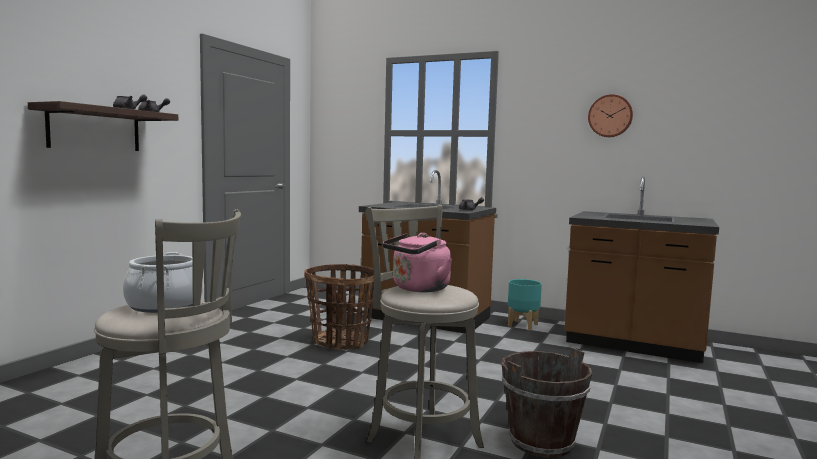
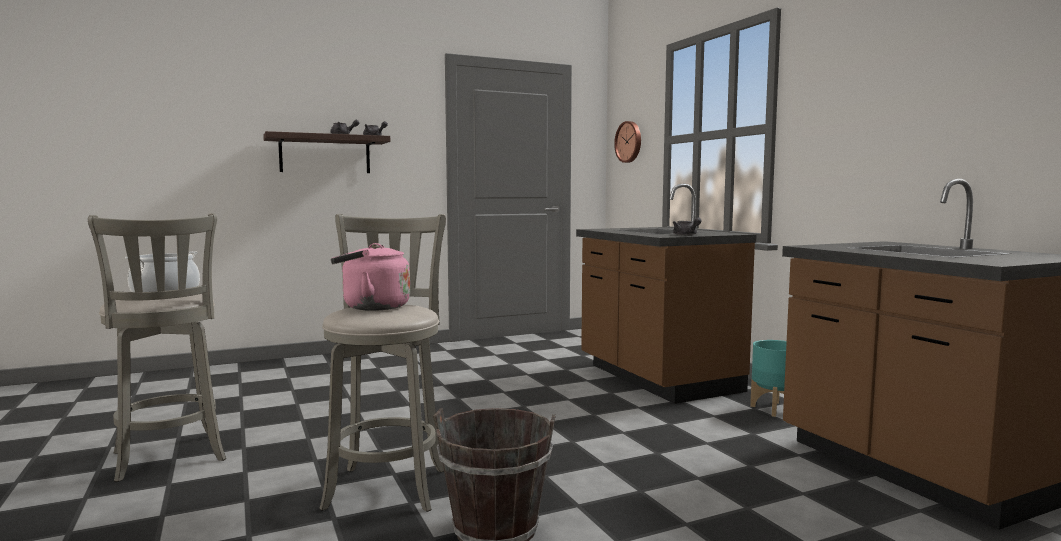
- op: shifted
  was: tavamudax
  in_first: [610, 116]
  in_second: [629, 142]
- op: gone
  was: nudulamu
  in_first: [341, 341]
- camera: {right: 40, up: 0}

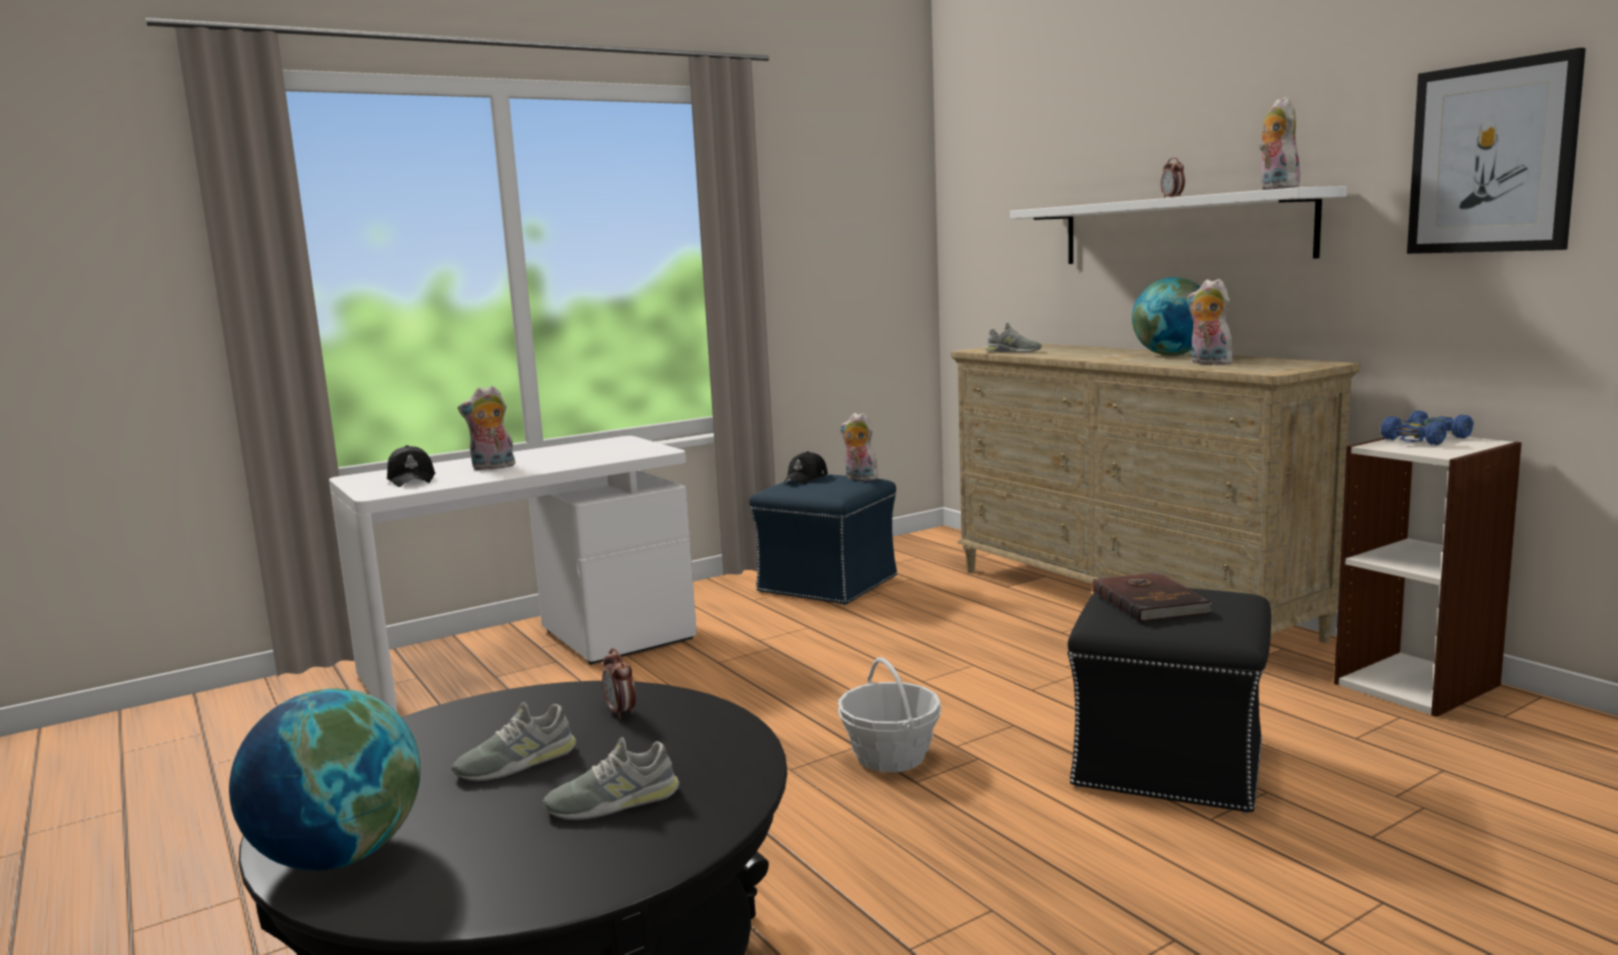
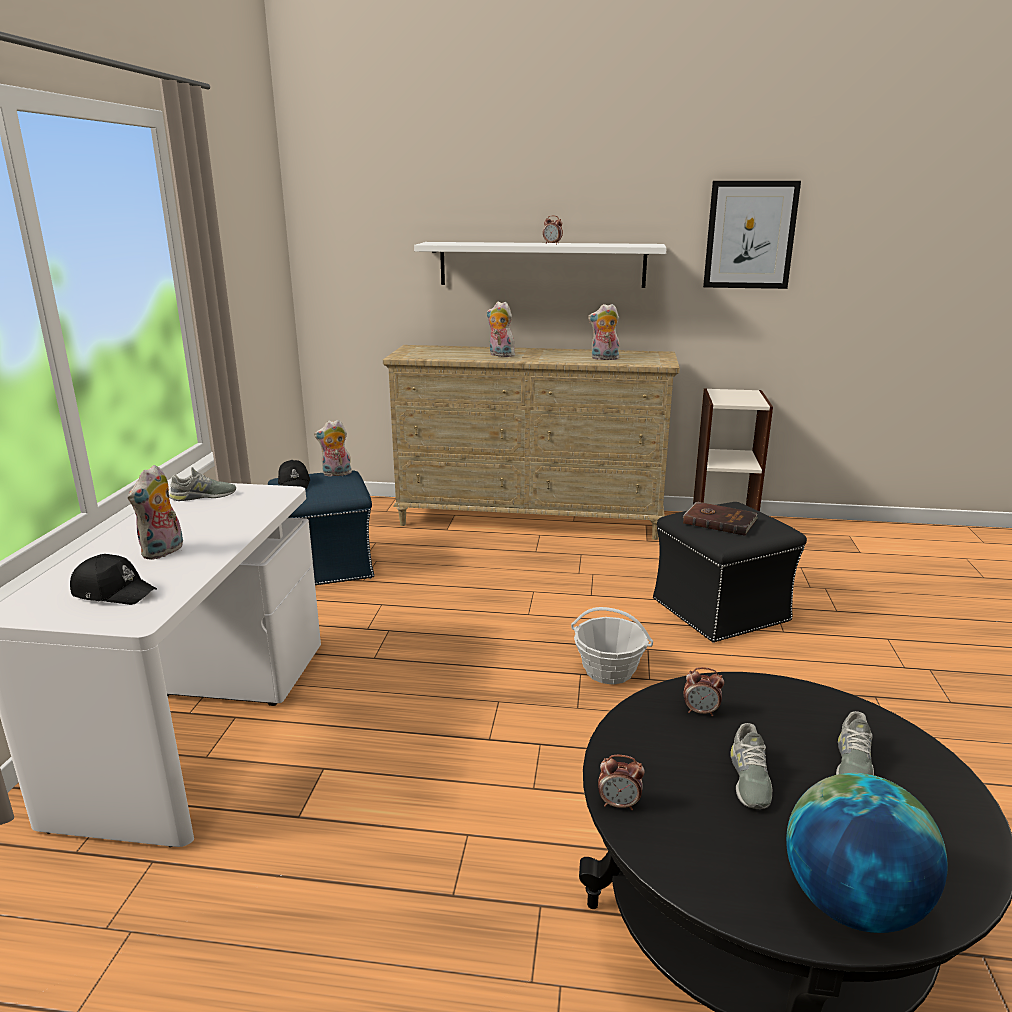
- op: shifted
  was: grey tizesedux
  in_first: [1013, 351]
  in_second: [203, 496]
- op: shifted
  was: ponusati
  in_first: [1275, 189]
  in_second: [500, 355]
- op: new
  now: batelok
  in_second: [619, 804]
- op: gone
  was: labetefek
  in_first: [1171, 355]
- op: gone
  was: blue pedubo
  in_first: [1425, 439]
- camera: {right: -50, up: 10}

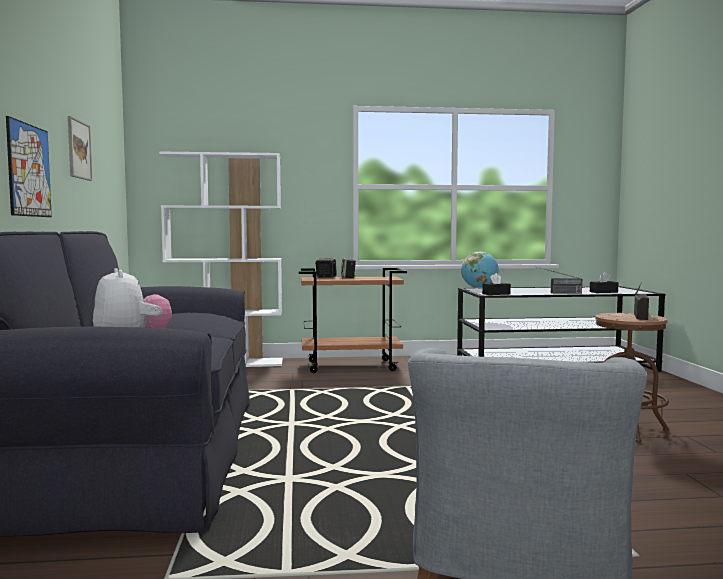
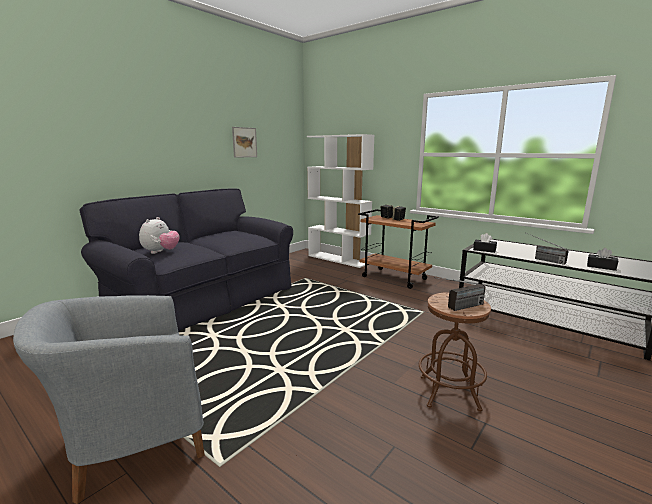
- op: gone
  was: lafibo
  in_first: [29, 170]
- op: gone
  was: labetefek
  in_first: [479, 288]
- camera: {right: 45, up: 10}

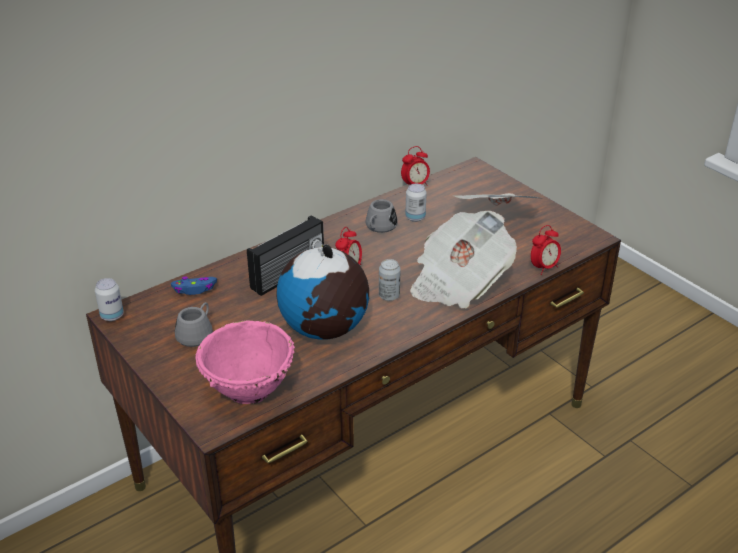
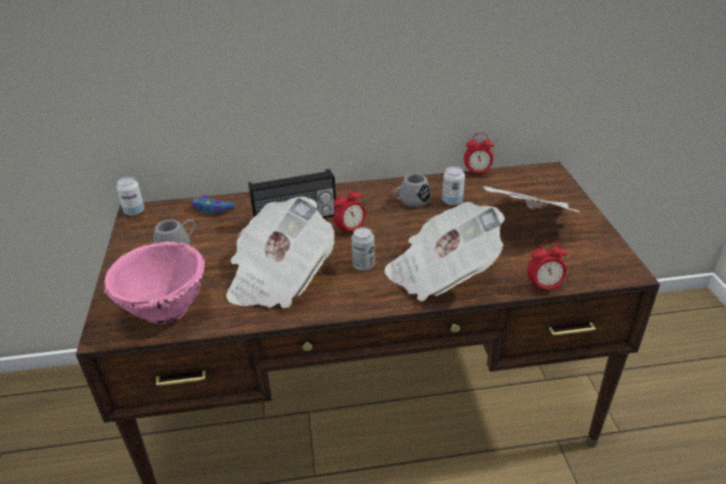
- op: swapped
  was: labetefek
  now: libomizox
  in_first: [324, 329]
  in_second: [279, 277]
- camera: {right: 30, up: 0}

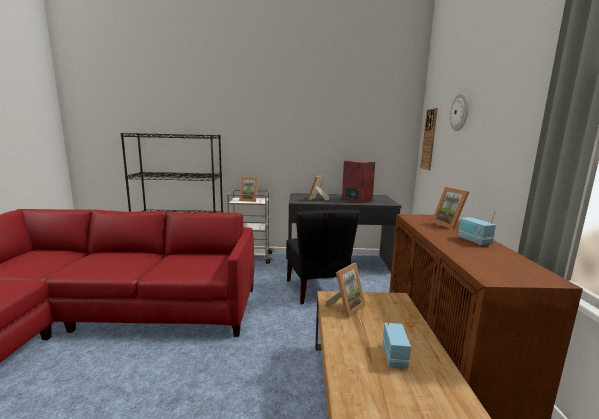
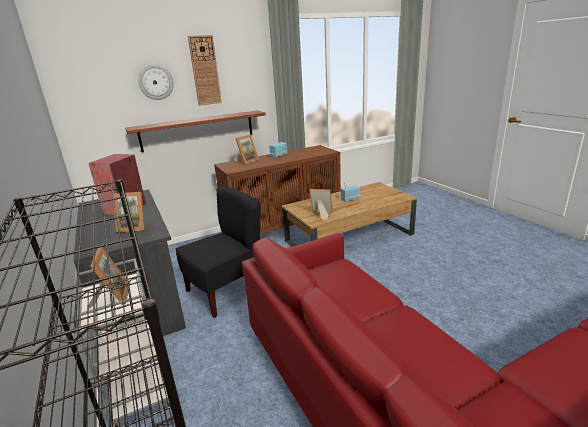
- op: new
  now: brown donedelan
  in_second: [198, 130]
- op: shifted
  was: tavamudax
  in_first: [429, 139]
  in_second: [205, 71]
- camera: {right: -115, up: 10}

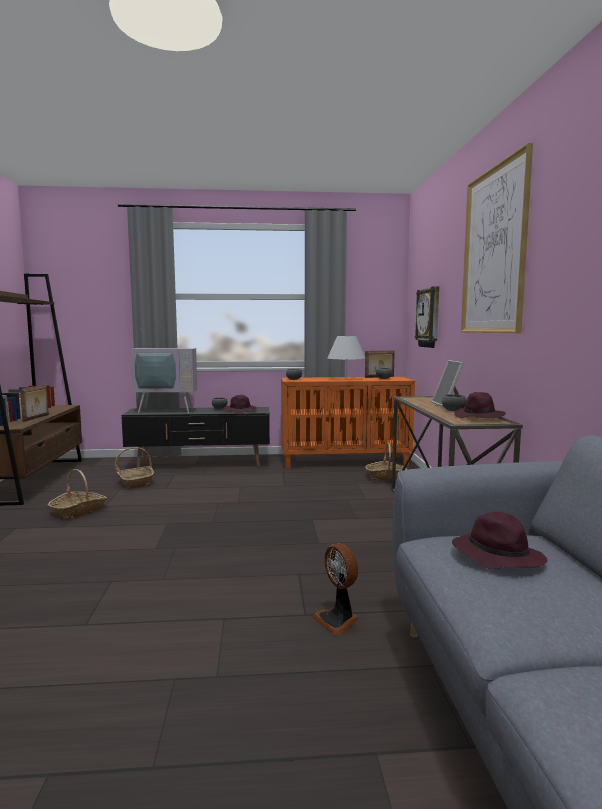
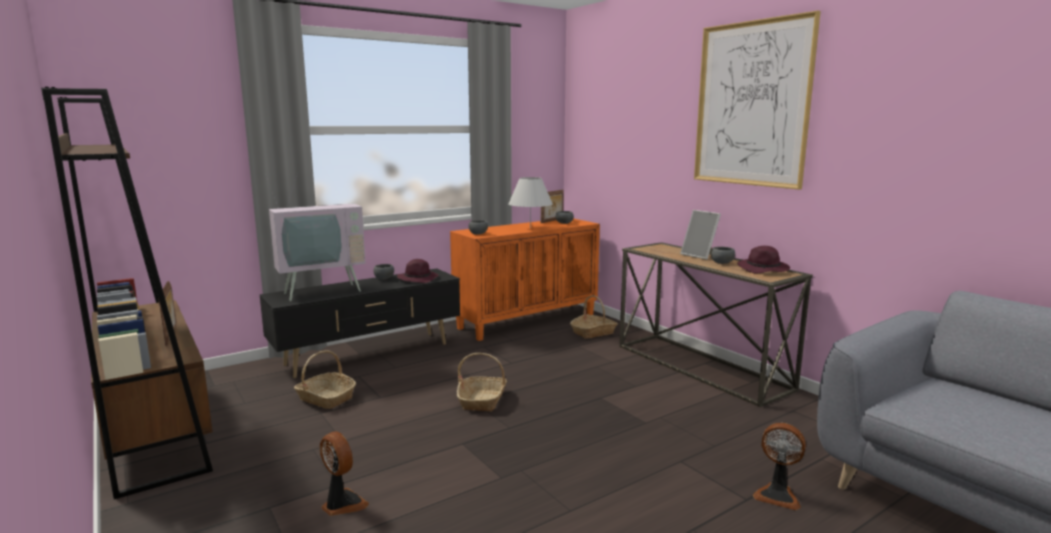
- op: new
  now: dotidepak
  in_second: [342, 504]
- op: shifted
  was: nudulamu
  in_first: [78, 511]
  in_second: [482, 400]
- op: gone
  was: tavamudax
  in_first: [429, 318]
- op: gone
  was: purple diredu
  in_first: [496, 556]
- camera: {right: -30, up: 5}

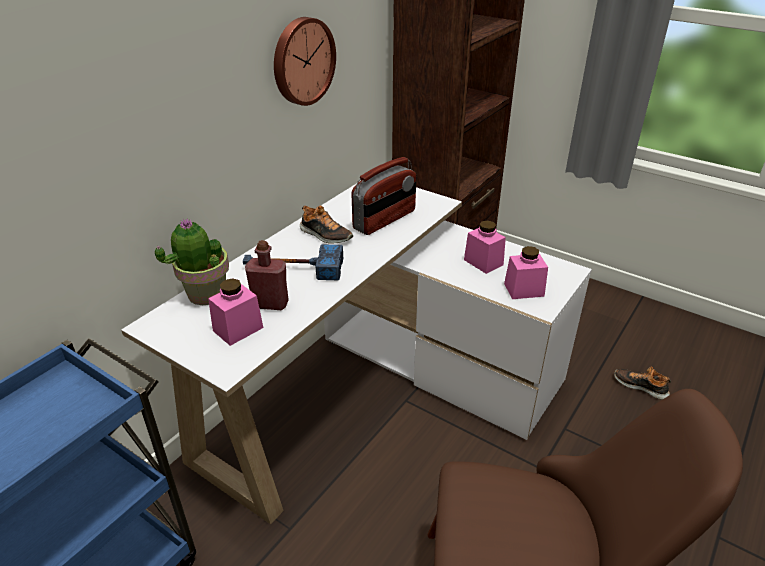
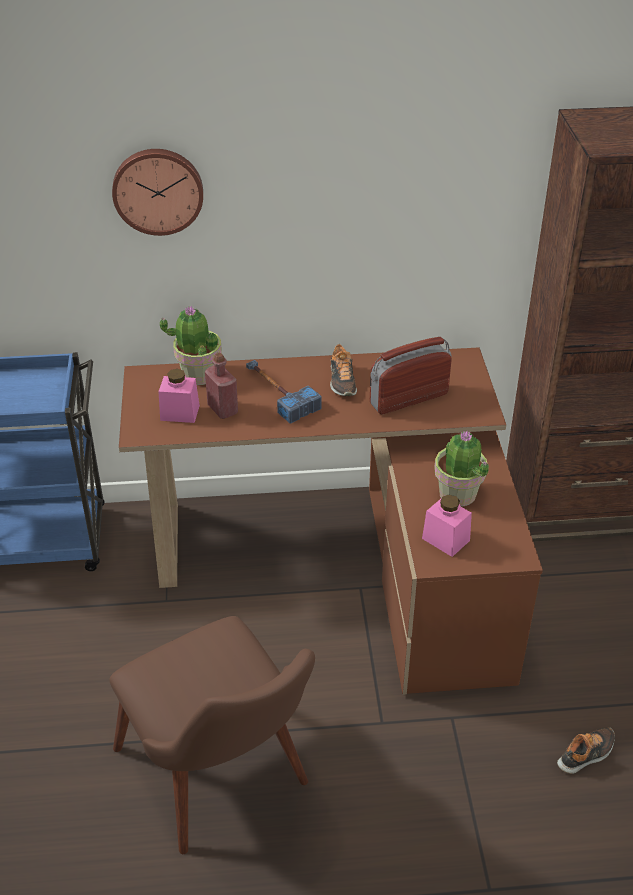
- op: shifted
  was: tavamudax
  in_first: [302, 61]
  in_second: [158, 190]
- op: repainted
  was: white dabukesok
  now: brown dabukesok
  in_first: [373, 391]
  in_second: [347, 560]
- op: rotated
  was: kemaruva
  in_first: [385, 220]
  in_second: [408, 398]
  clockwise: 150
- op: swapped
  was: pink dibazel
  now: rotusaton
  in_first: [483, 262]
  in_second: [457, 494]
- op: rotated
  was: tizesedux
  in_first: [640, 386]
  in_second: [586, 754]
  clockwise: 60
- camera: {right: 50, up: 5}

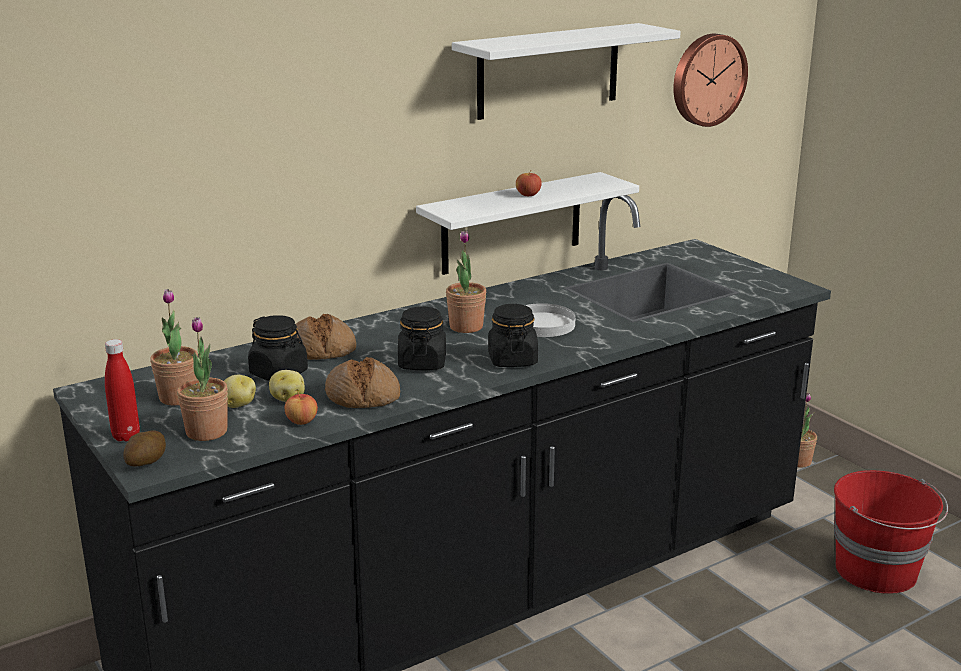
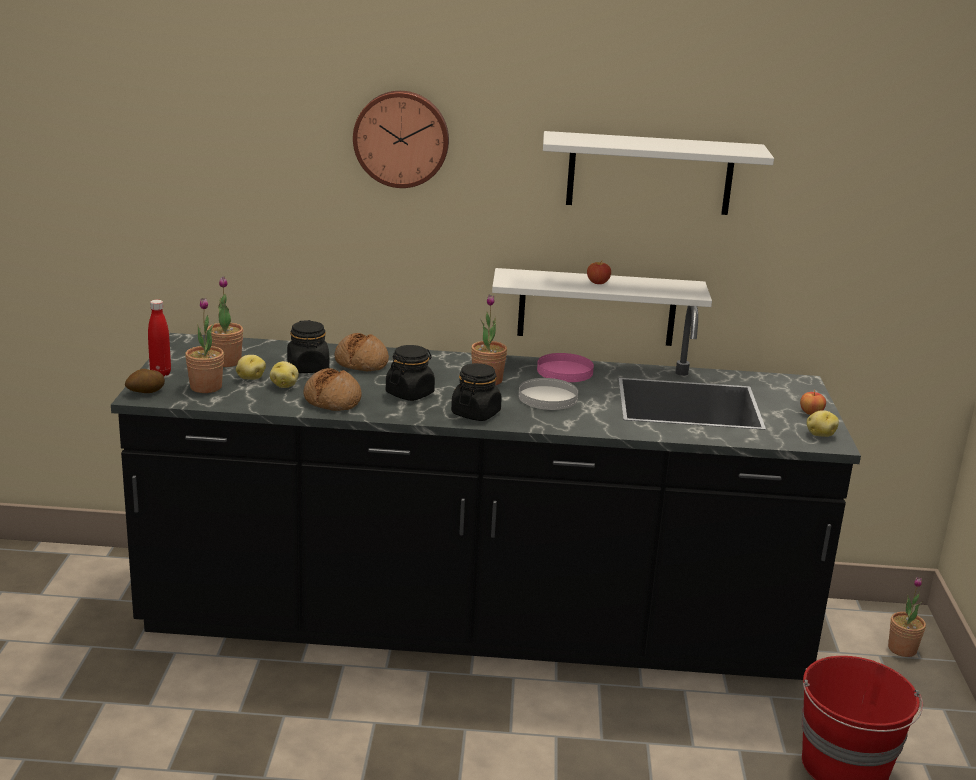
- op: shifted
  was: tavamudax
  in_first: [707, 79]
  in_second: [401, 138]
- op: new
  now: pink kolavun
  in_second: [564, 371]
- op: shifted
  was: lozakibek
  in_first: [302, 421]
  in_second: [811, 413]
- op: new
  now: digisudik
  in_second: [820, 435]
- camera: {right: 35, up: 0}

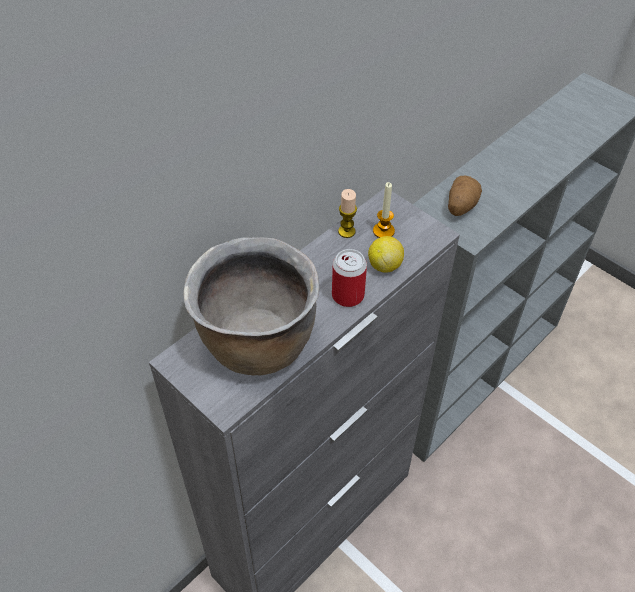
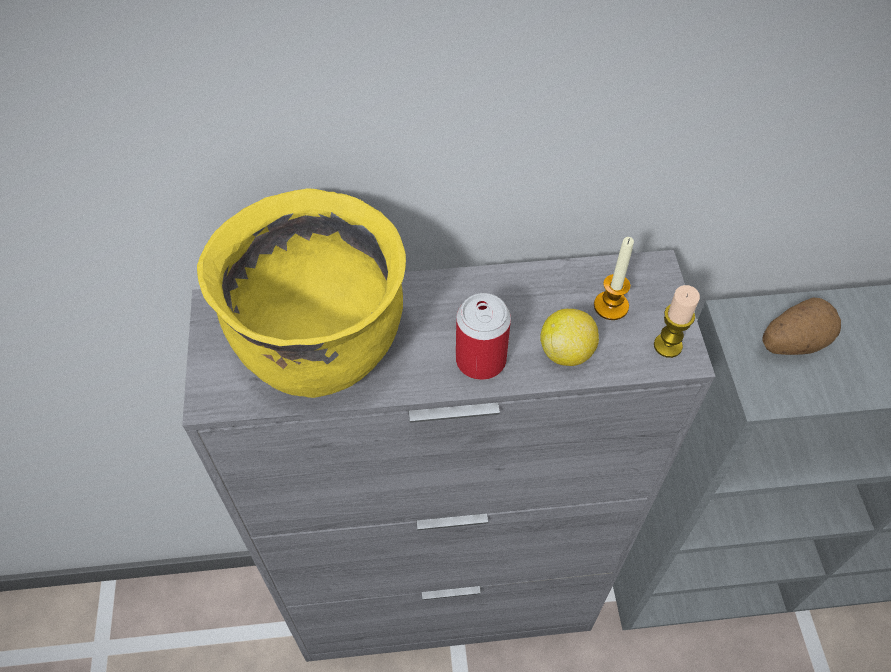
- op: repainted
  was: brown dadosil
  now: yellow dadosil
  in_first: [256, 342]
  in_second: [319, 345]
- op: shifted
  was: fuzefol
  in_first: [346, 231]
  in_second: [667, 345]
- camera: {right: 40, up: 5}

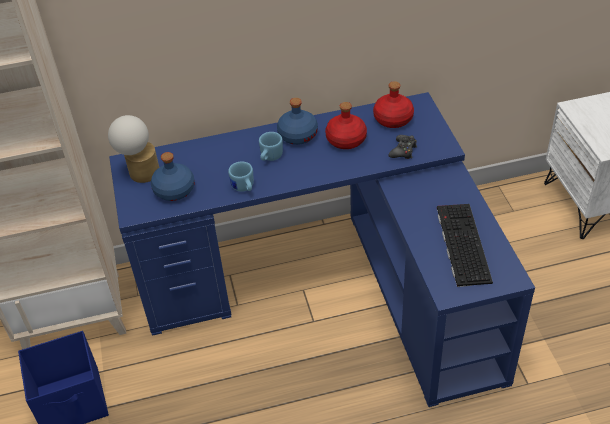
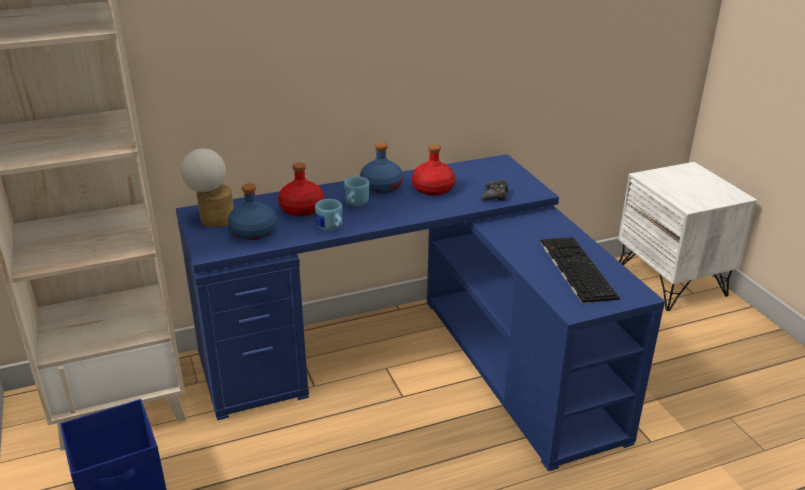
- op: shifted
  was: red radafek
  in_first: [393, 118]
  in_second: [301, 209]
- camera: {right: -10, up: -15}

